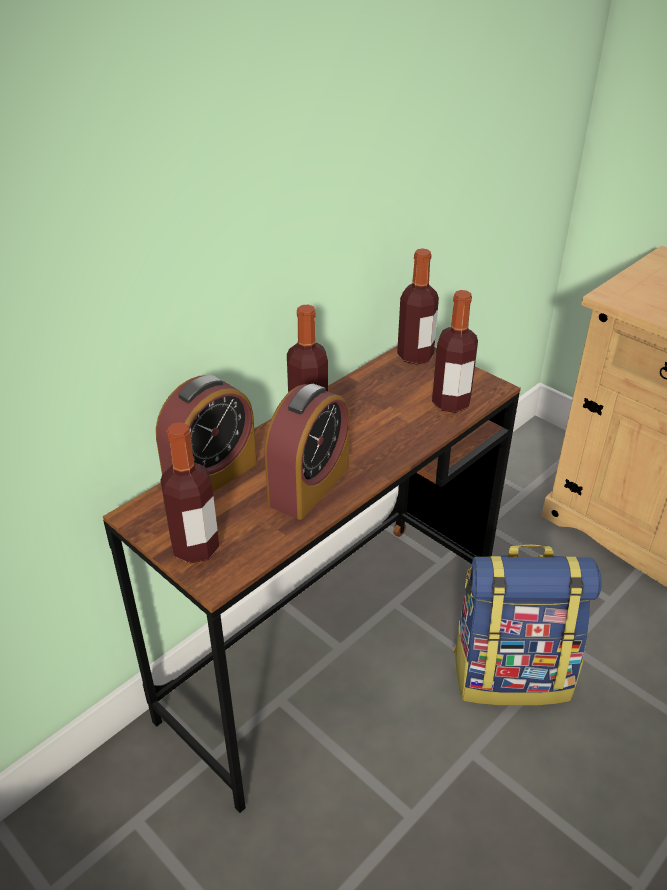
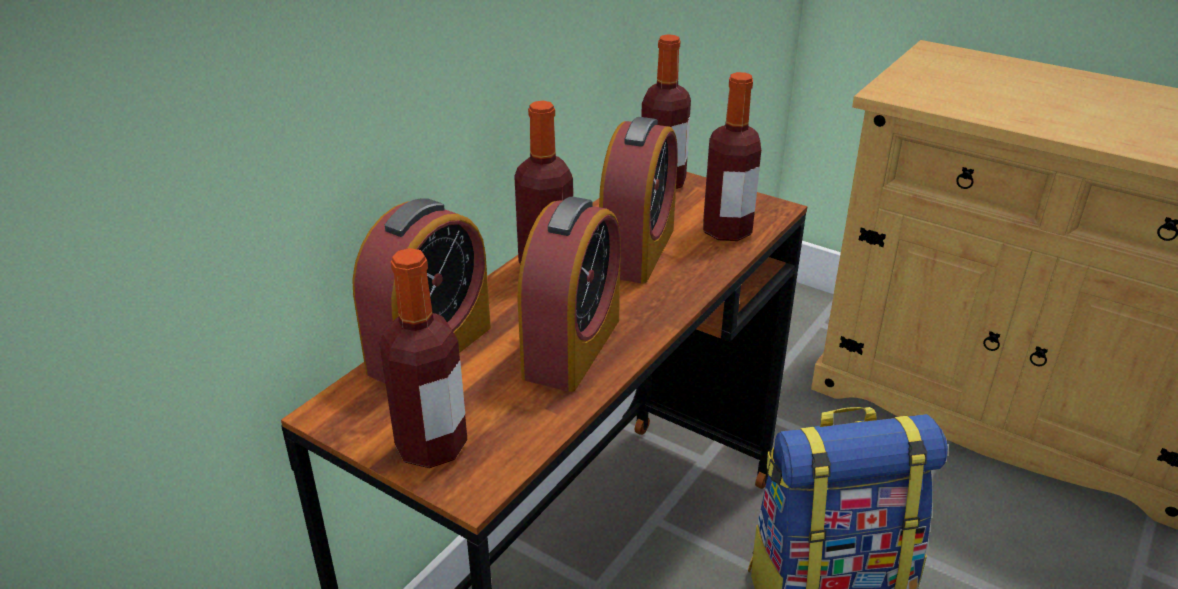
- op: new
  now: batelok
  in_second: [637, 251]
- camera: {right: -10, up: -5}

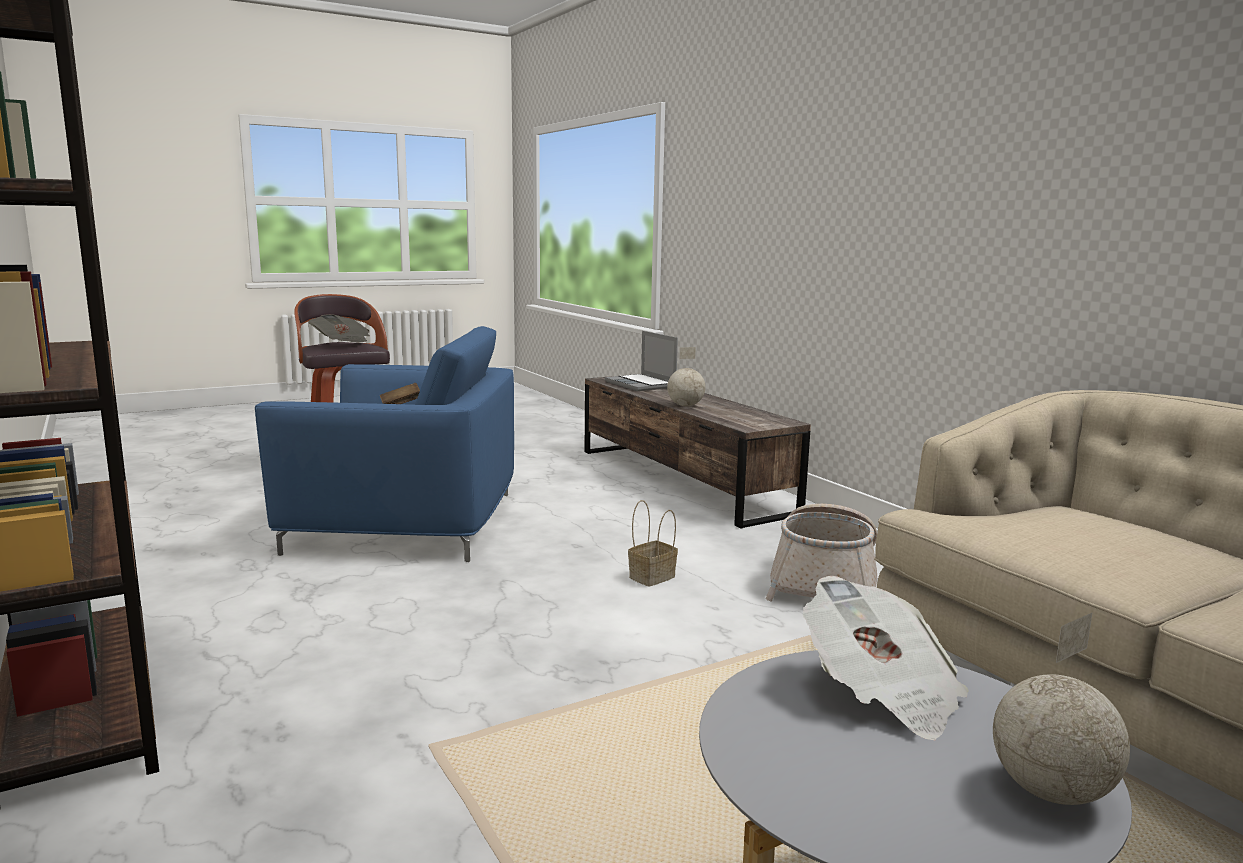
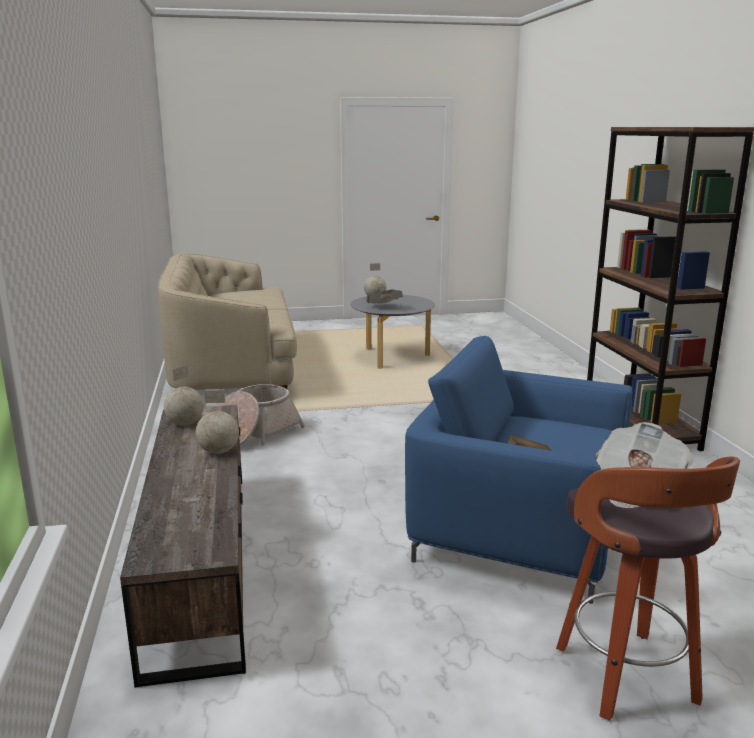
- op: new
  now: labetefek
  in_second: [186, 424]
- op: gone
  was: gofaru
  in_first: [641, 384]
- op: gone
  was: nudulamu
  in_first: [651, 578]
- camera: {right: -160, up: 5}

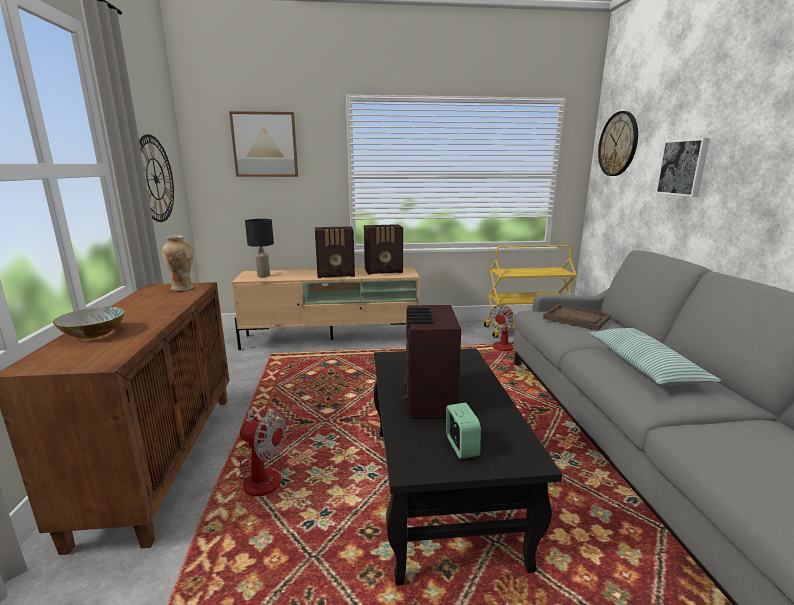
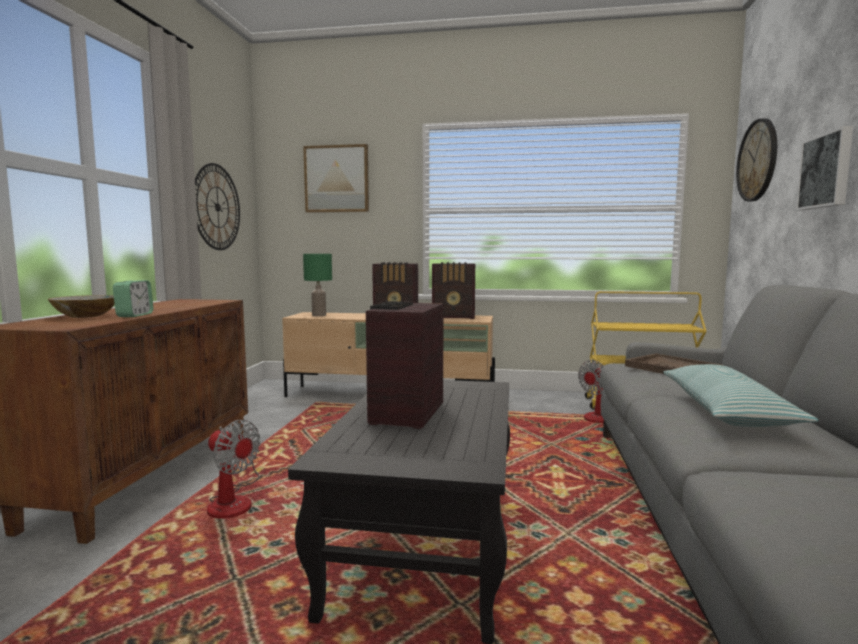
- op: shifted
  was: batelok
  in_first: [461, 447]
  in_second: [134, 315]
- op: repainted
  was: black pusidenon
  now: green pusidenon
  in_first: [263, 276]
  in_second: [319, 315]
- op: gone
  was: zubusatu
  in_first: [182, 288]
- camera: {right: 15, up: -10}

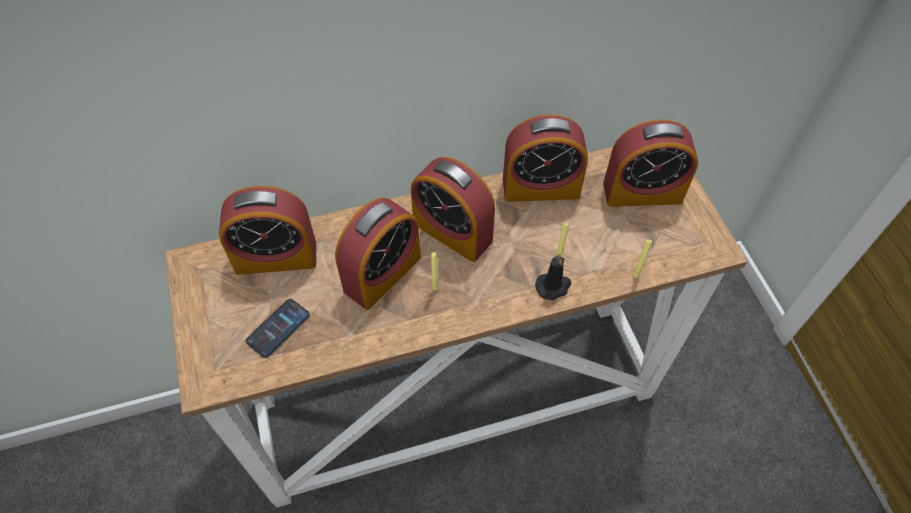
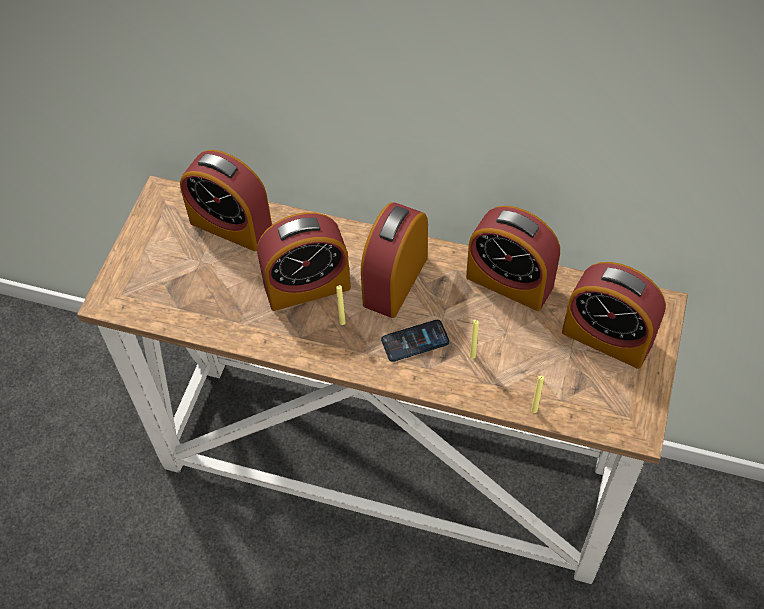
- op: rotated
  was: batelok
  in_first: [452, 232]
  in_second: [395, 281]
  clockwise: 45
- op: shifted
  was: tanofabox
  in_first: [278, 328]
  in_second: [415, 341]
- op: gone
  was: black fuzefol
  in_first: [553, 286]
- camera: {right: 35, up: 0}

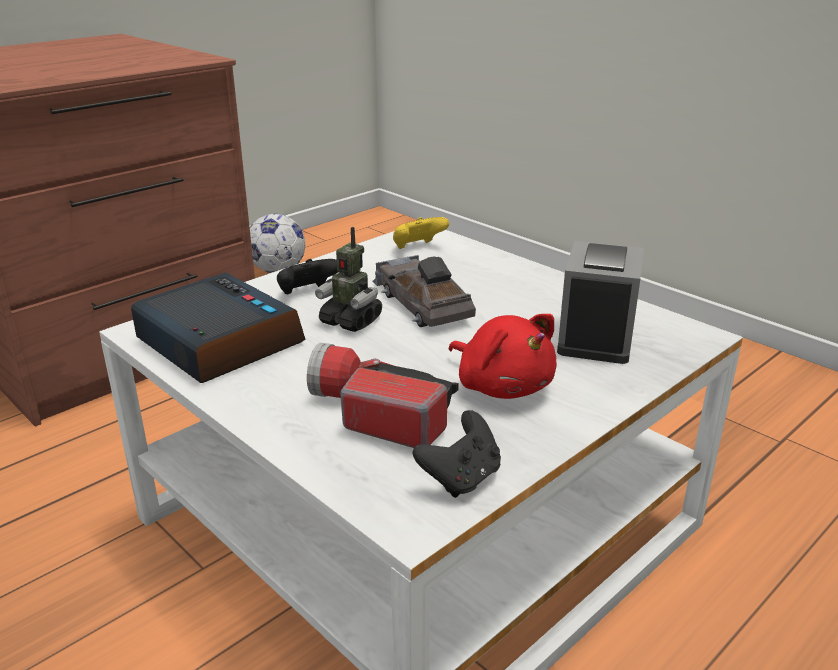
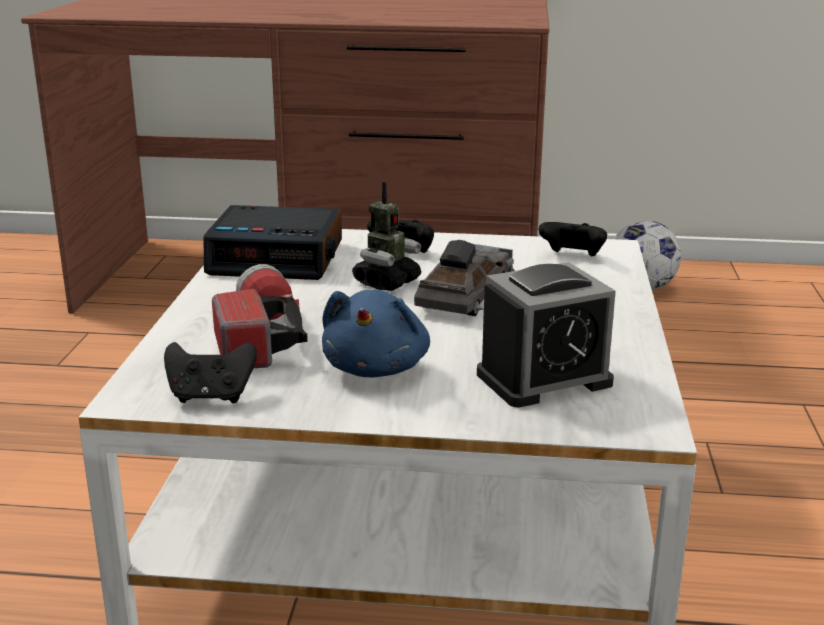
- op: rotated
  was: batelok
  in_first: [217, 342]
  in_second: [278, 257]
  clockwise: 90
- op: repainted
  was: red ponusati
  now: blue ponusati
  in_first: [502, 385]
  in_second: [377, 368]
- op: rotated
  was: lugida
  in_first: [351, 321]
  in_second: [386, 282]
  clockwise: -135
- op: repainted
  was: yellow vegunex
  now: black vegunex
  in_first: [417, 248]
  in_second: [572, 257]
- camera: {right: 50, up: -5}

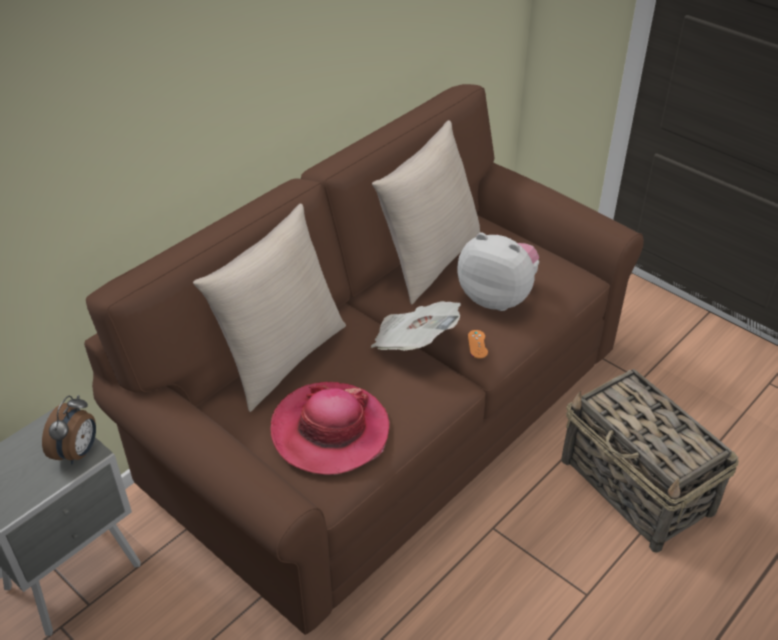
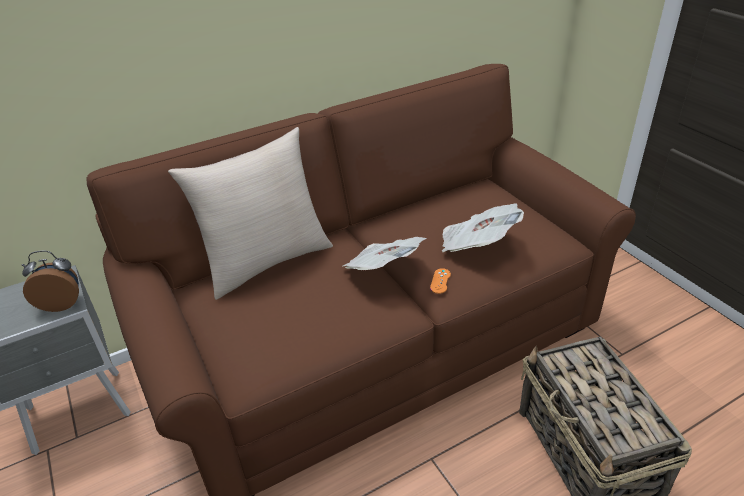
- op: rotated
  was: batelok
  in_first: [78, 452]
  in_second: [62, 303]
  clockwise: -135
- op: swapped
  was: ponusati
  now: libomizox
  in_first: [497, 297]
  in_second: [476, 245]
- op: gone
  was: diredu
  in_first: [330, 431]
- op: gone
  was: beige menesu
  in_first: [429, 261]
- camera: {right: 20, up: -5}

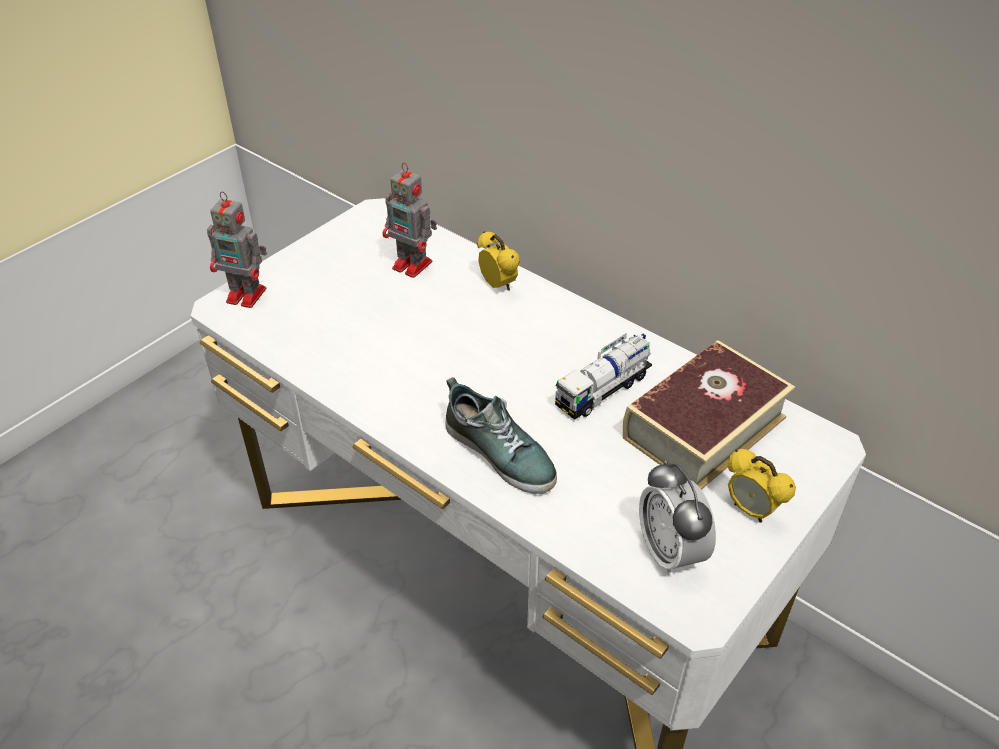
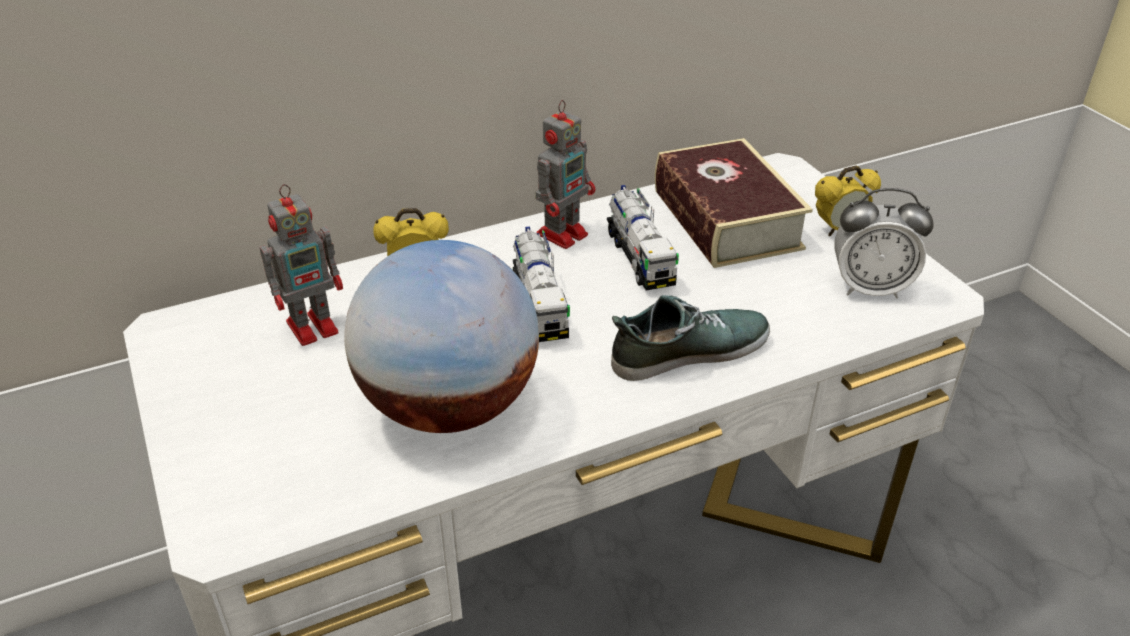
- op: new
  now: labetefek
  in_second: [449, 406]
- op: new
  now: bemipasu
  in_second: [539, 305]
- op: shifted
  was: lugida
  in_first: [248, 295]
  in_second: [563, 233]
- camera: {right: -65, up: -5}

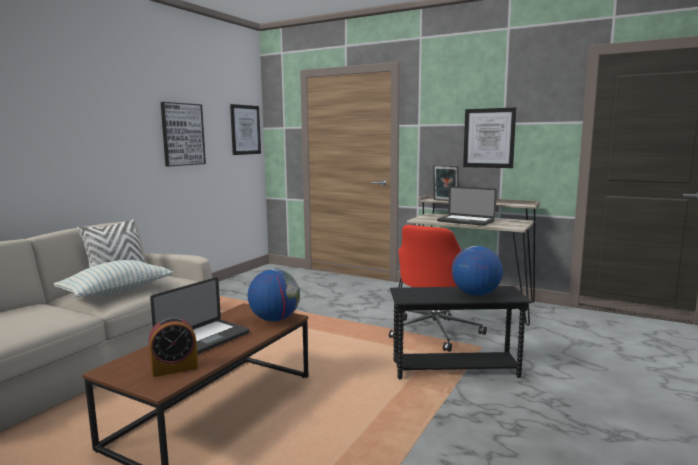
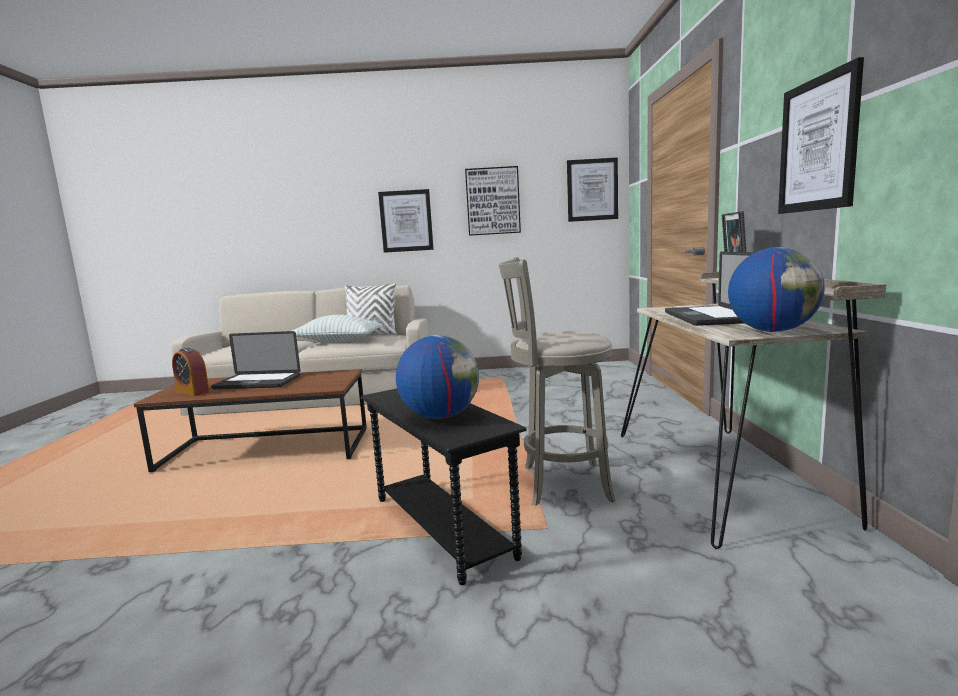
- op: new
  now: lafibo
  in_second: [406, 221]
- op: swapped
  was: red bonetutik
  now: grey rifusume
  in_first: [435, 331]
  in_second: [560, 483]
- op: shifted
  was: labetefek
  in_first: [274, 319]
  in_second: [772, 331]
- camera: {right: 60, up: 0}

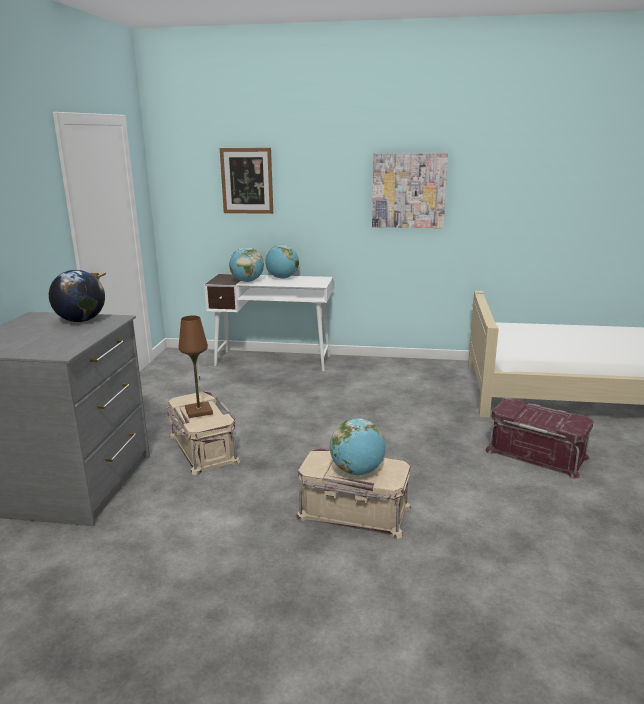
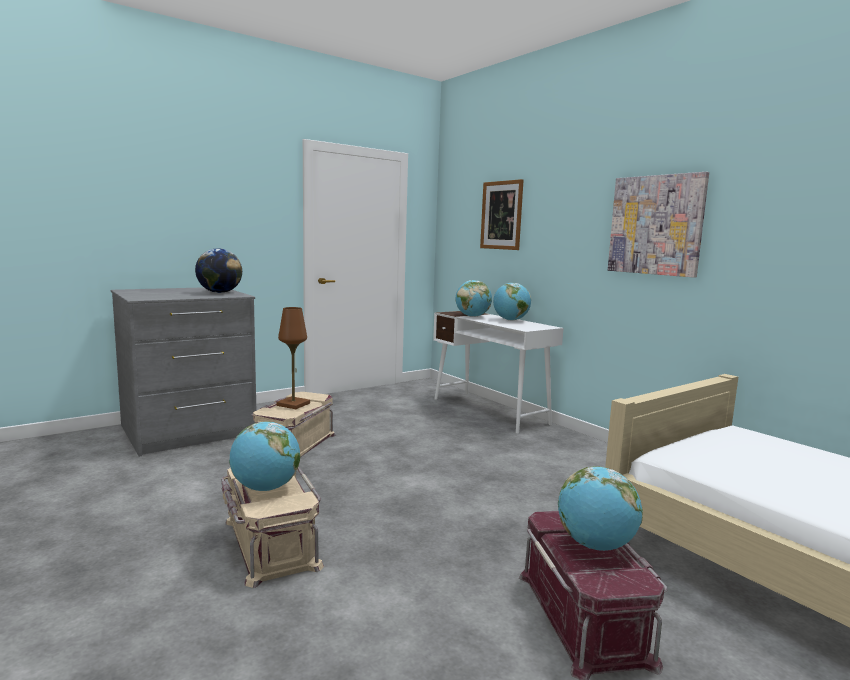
- op: new
  now: labetefek
  in_second: [595, 545]
- camera: {right: 45, up: -10}

